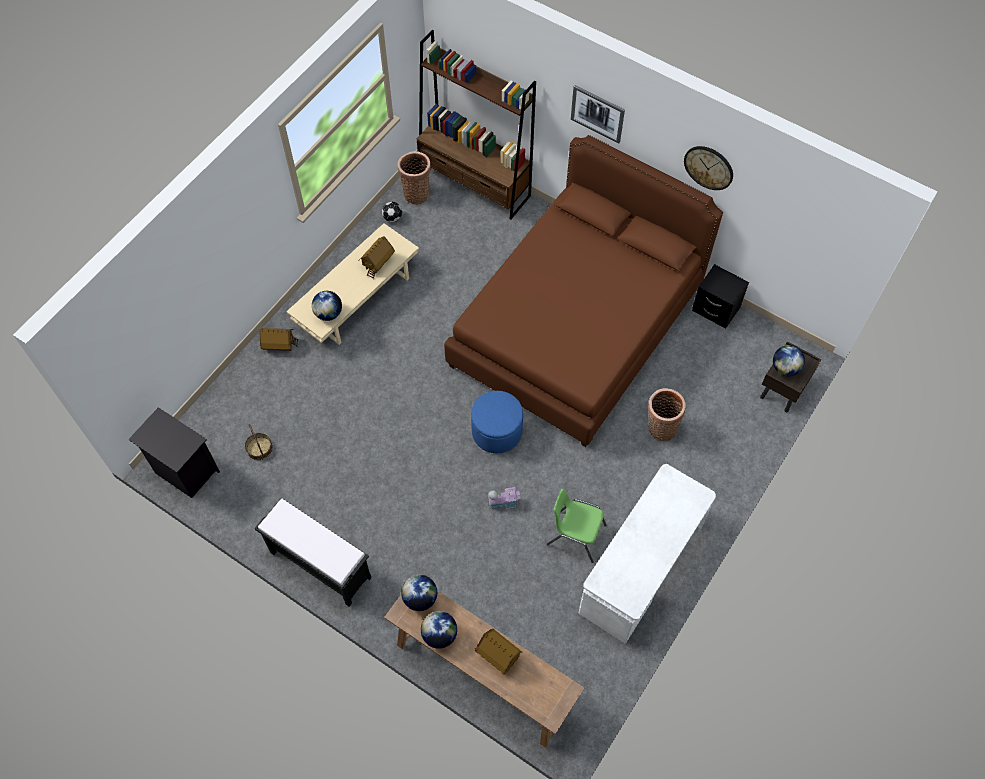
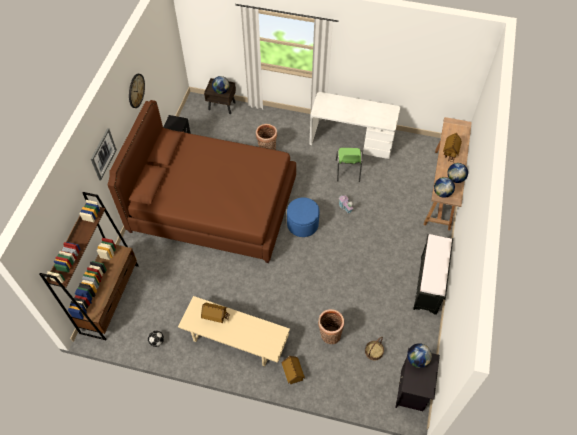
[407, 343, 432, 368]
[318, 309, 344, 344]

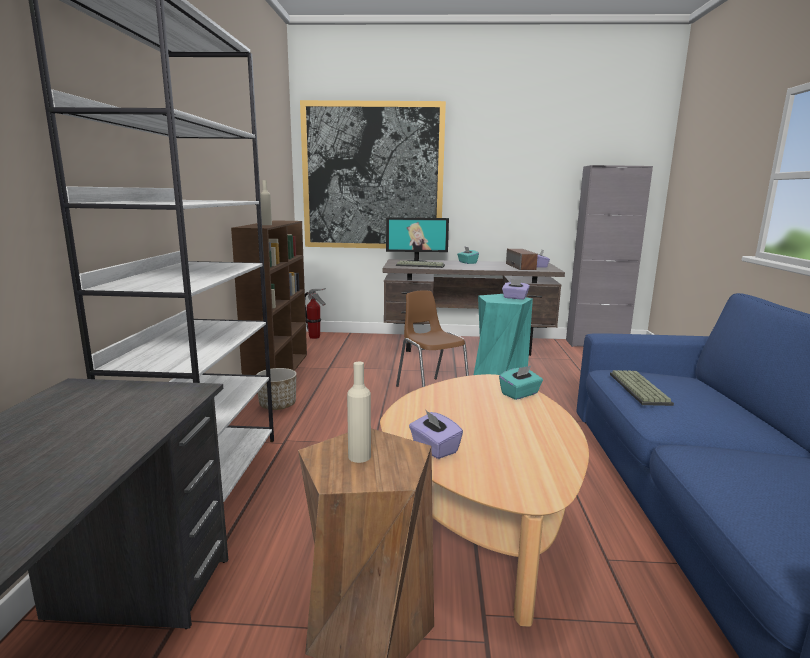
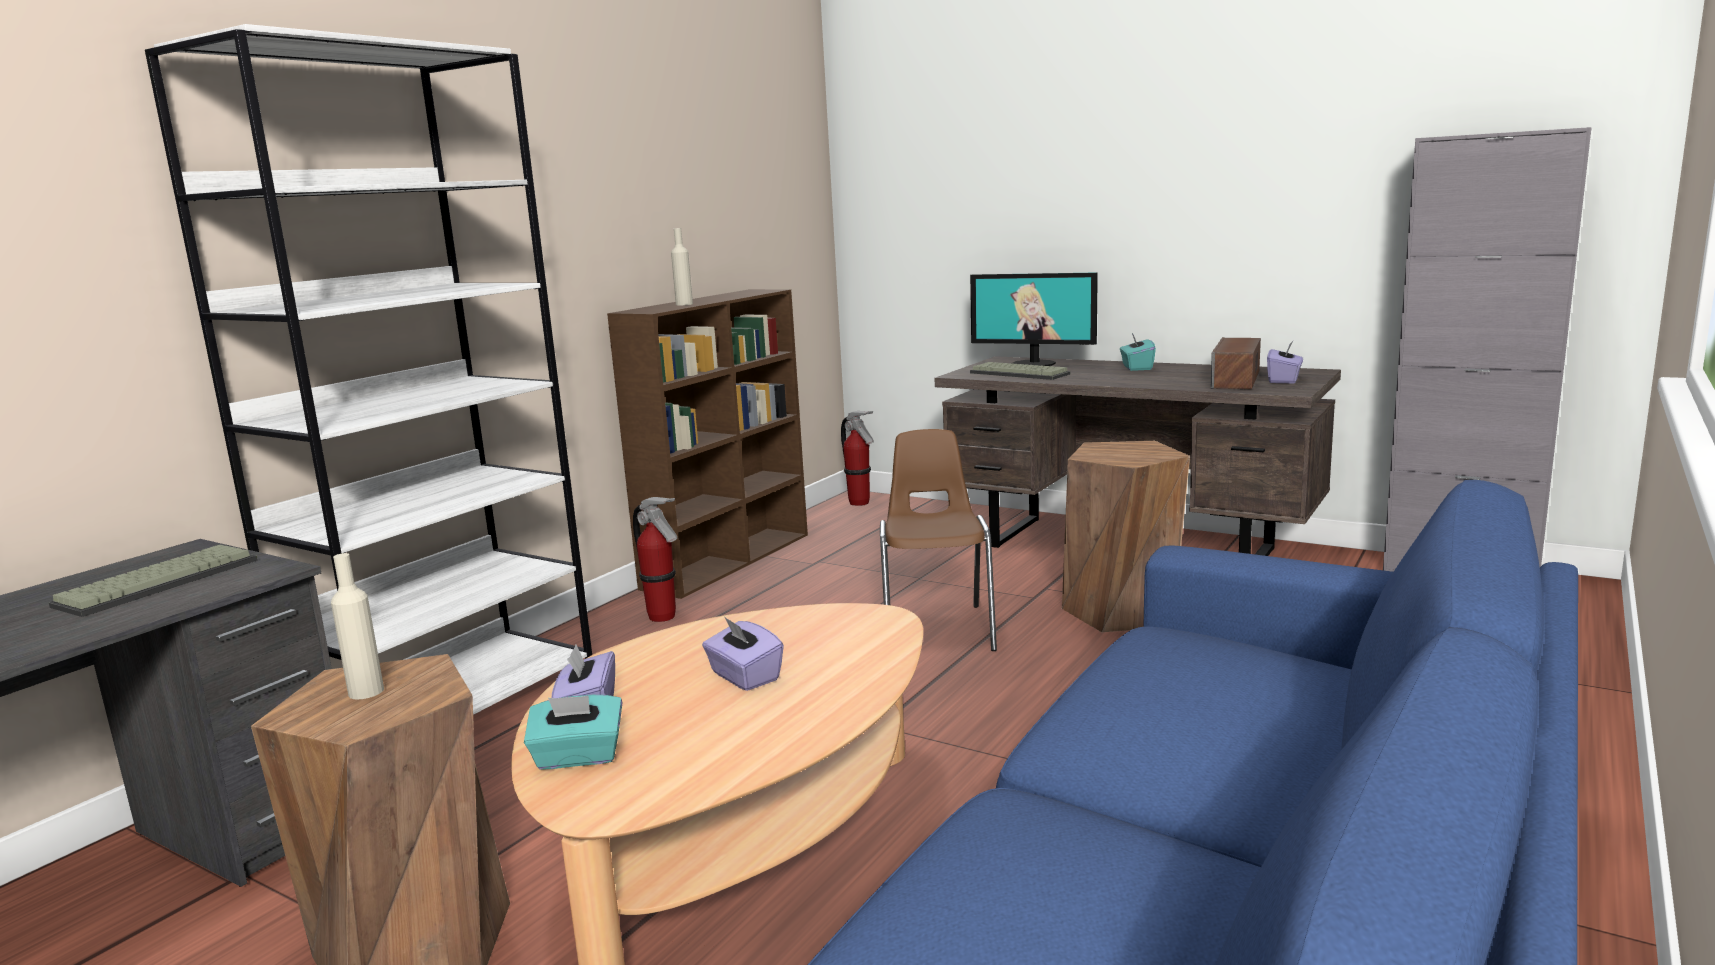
[300, 100, 446, 248] (first image)
[524, 695, 622, 770]
[702, 616, 784, 691]
[49, 545, 258, 617]
[633, 497, 677, 622]
[1062, 441, 1190, 632]

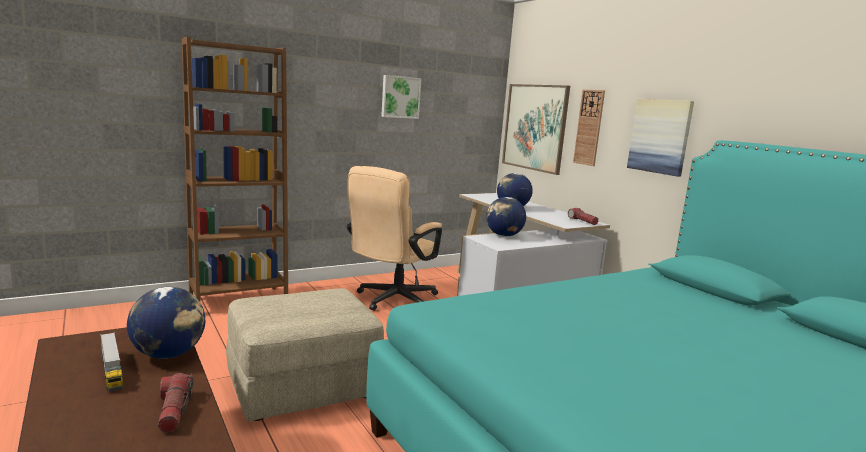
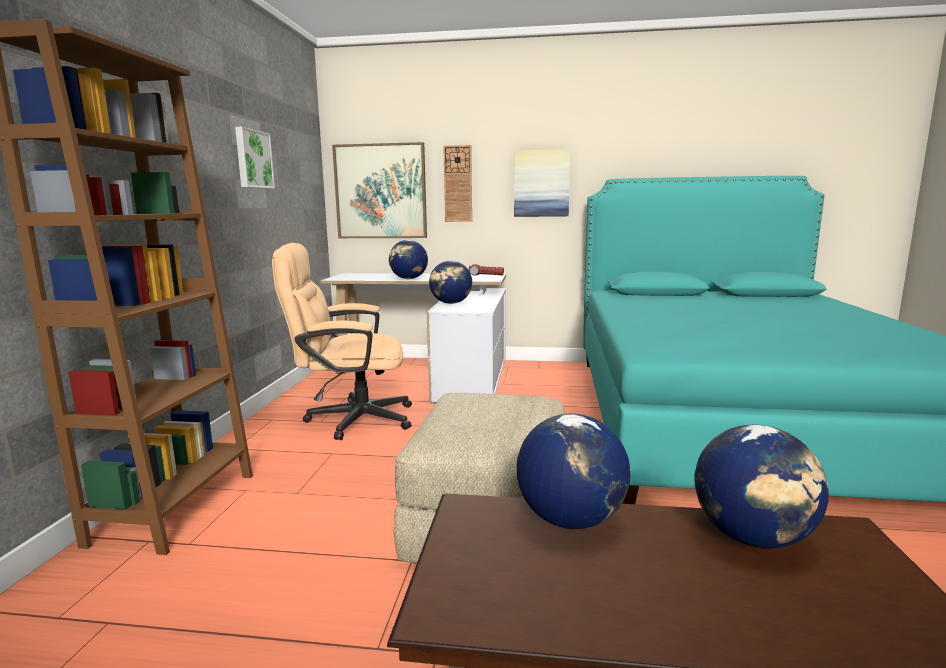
[100, 332, 123, 392] (first image)
[694, 425, 829, 549]
[272, 243, 412, 440]

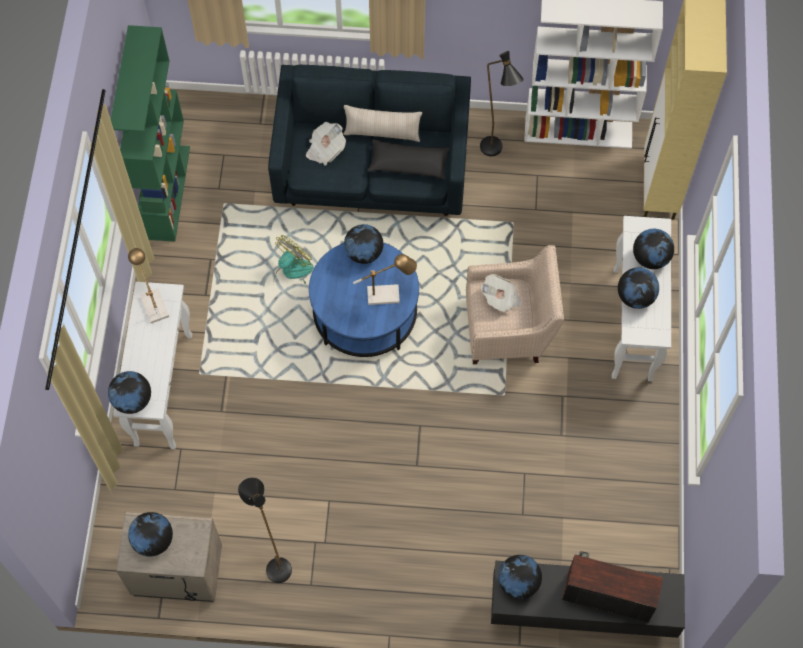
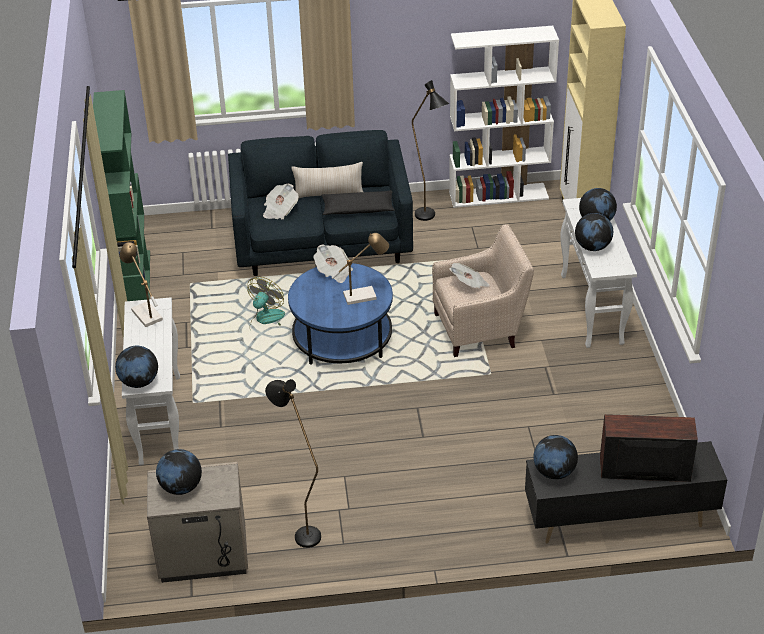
[313, 244, 353, 283]

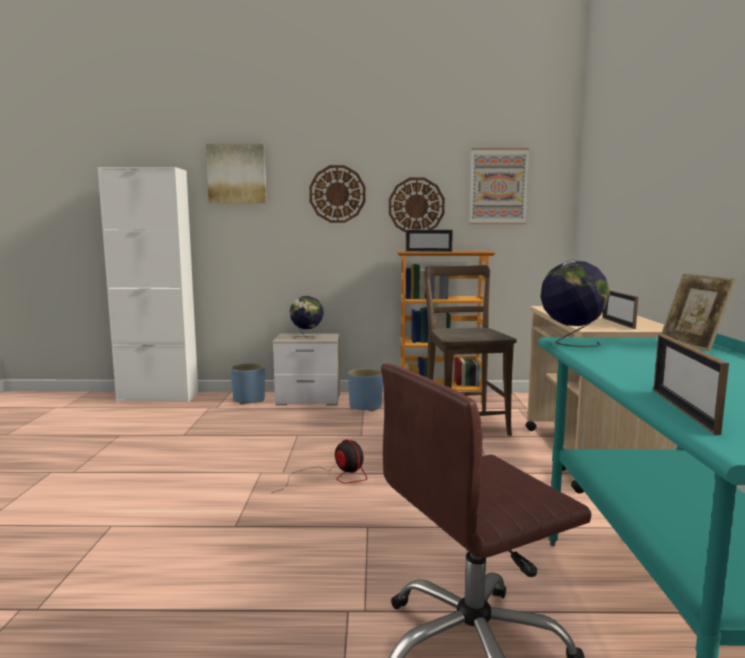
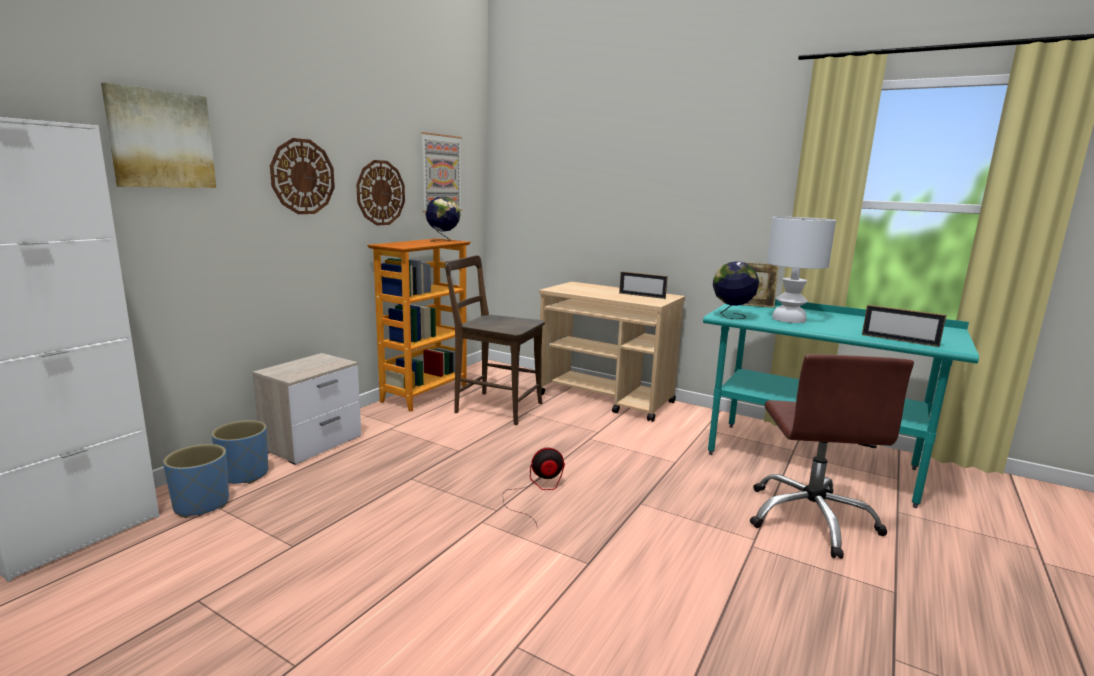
[406, 230, 453, 252] (first image)
[767, 217, 836, 323]
[425, 196, 460, 242]
[163, 444, 229, 518]

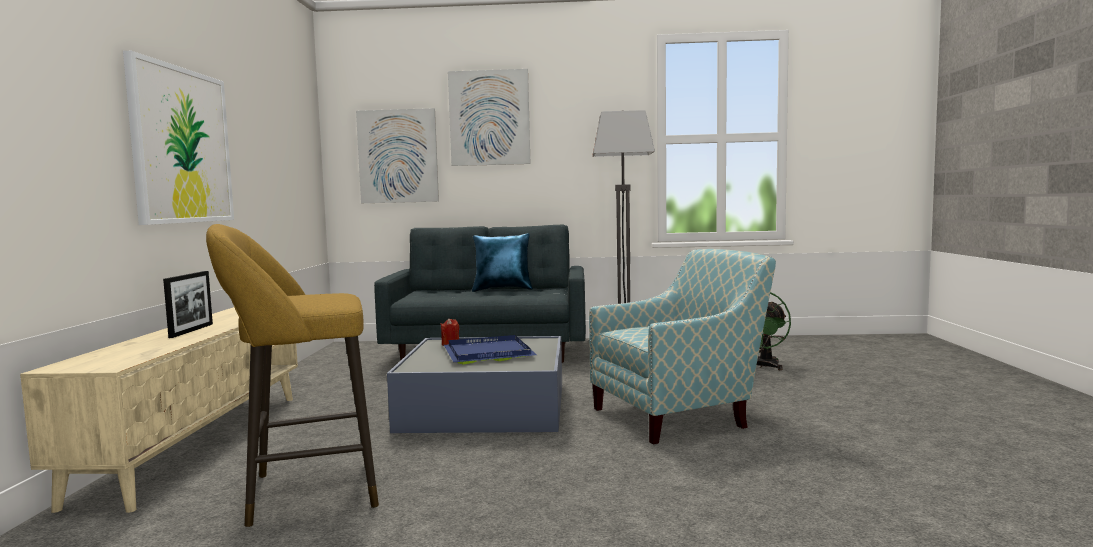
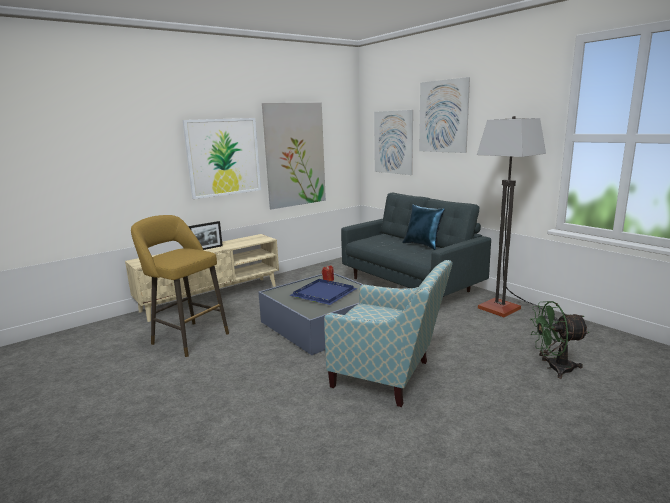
[262, 103, 326, 210]

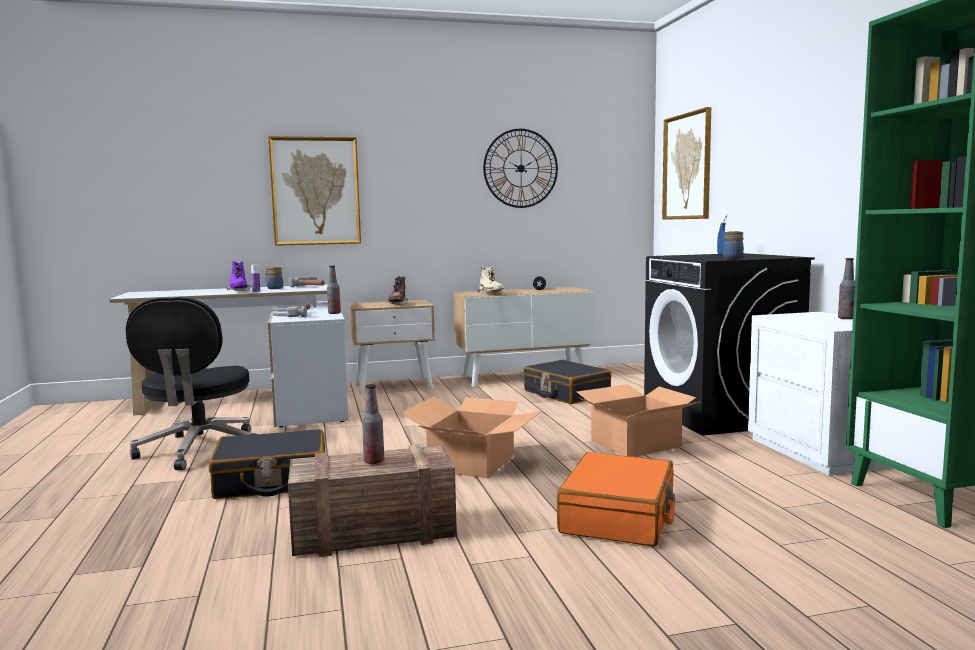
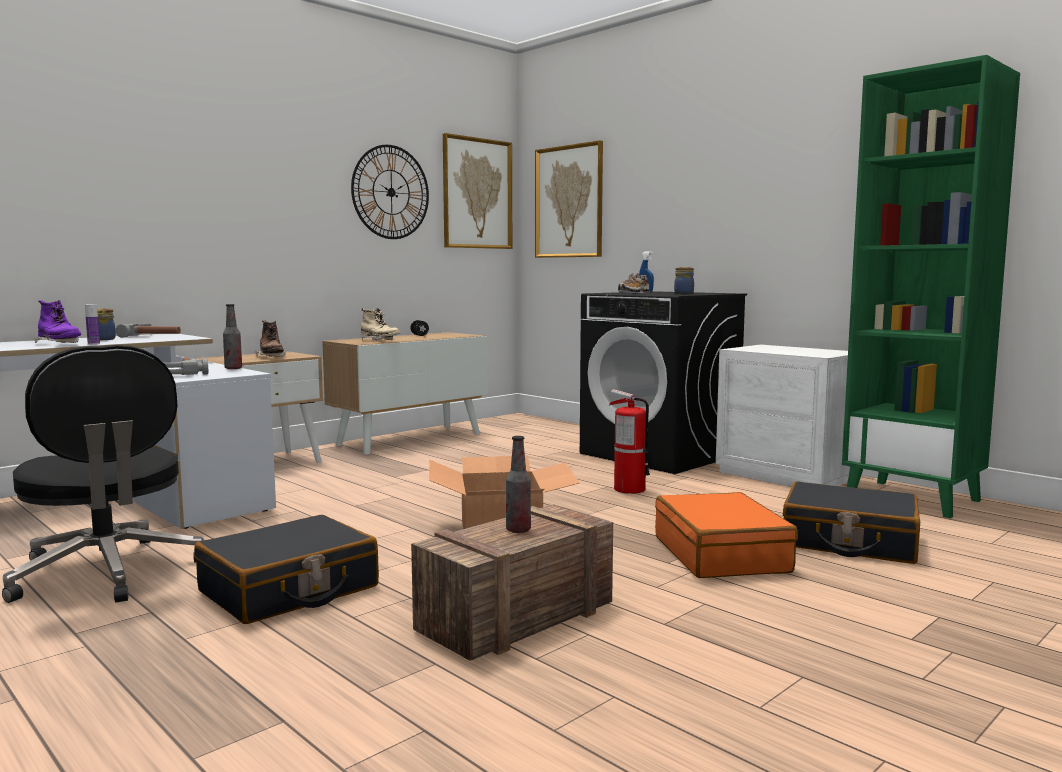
[838, 258, 855, 319] (first image)
[618, 272, 650, 293]
[443, 133, 512, 249]
[783, 481, 920, 564]
[609, 389, 650, 494]

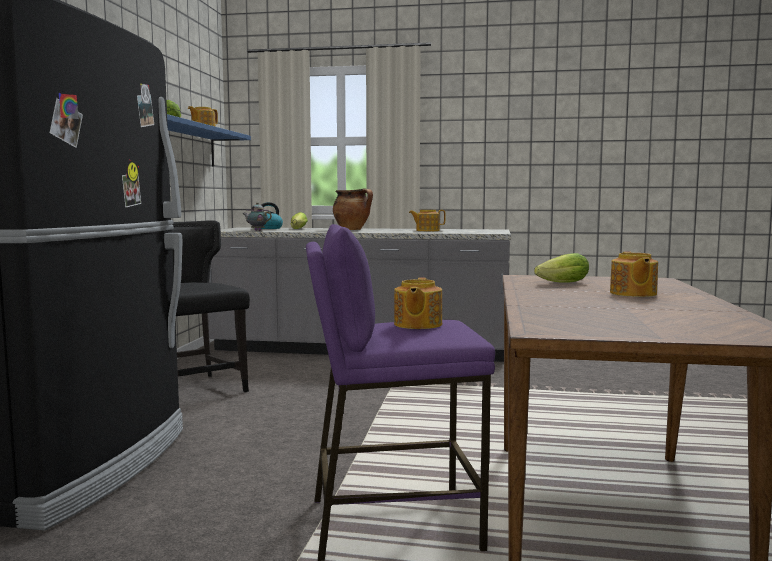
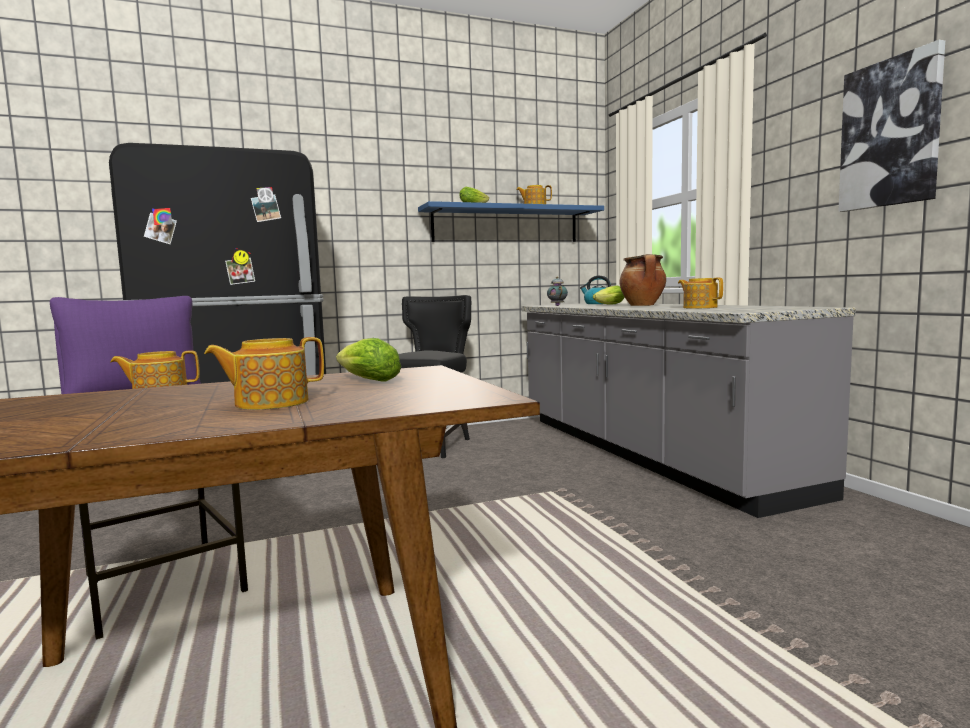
[838, 40, 945, 212]

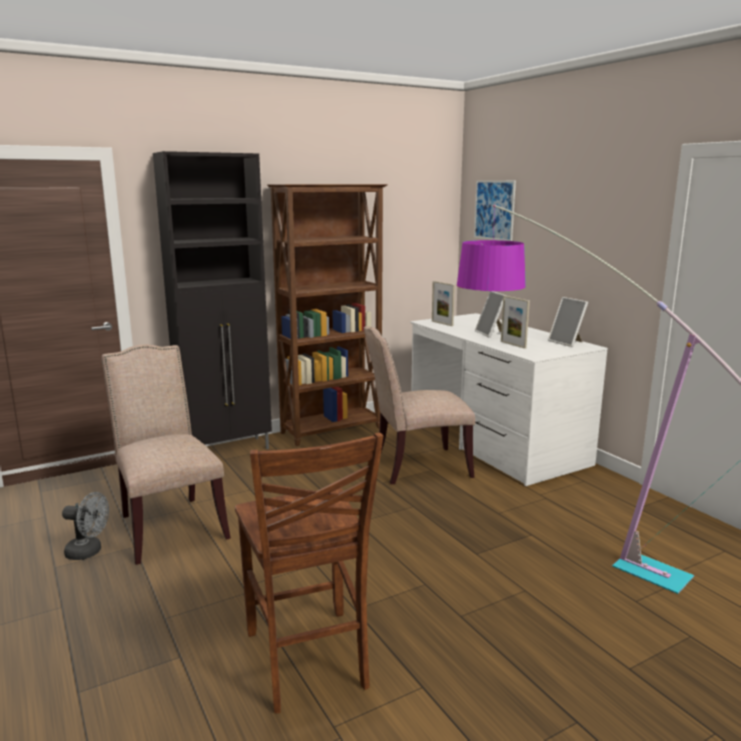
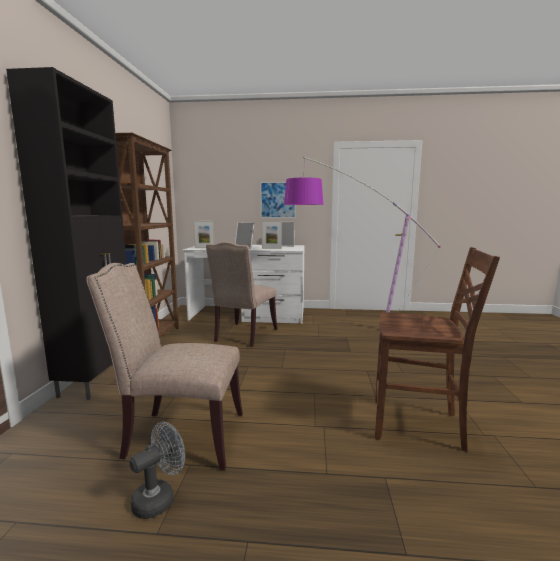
[260, 182, 296, 218]

